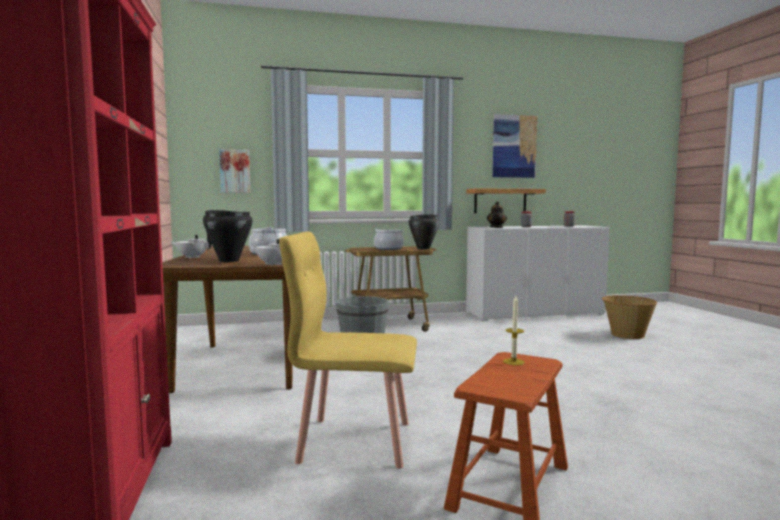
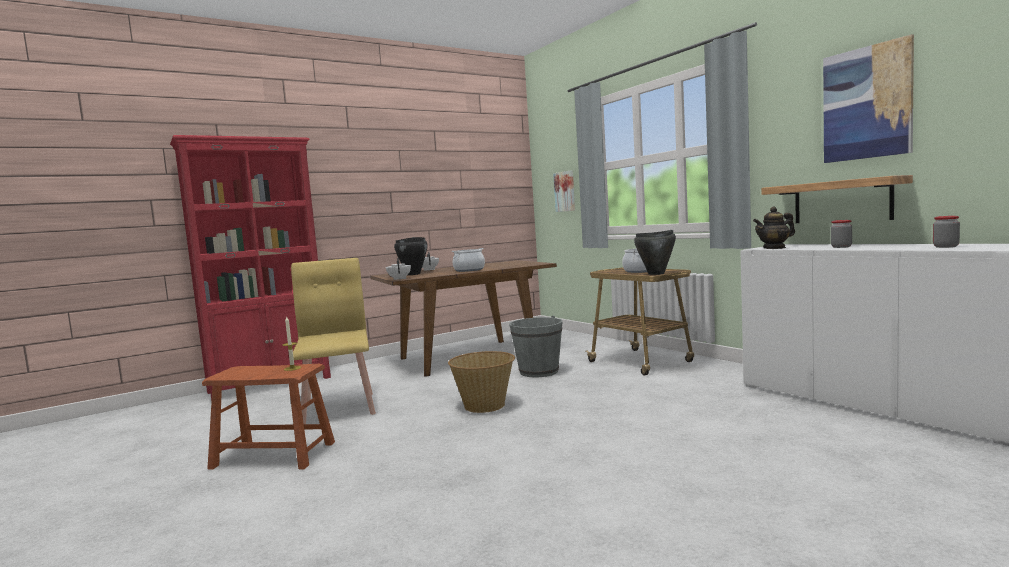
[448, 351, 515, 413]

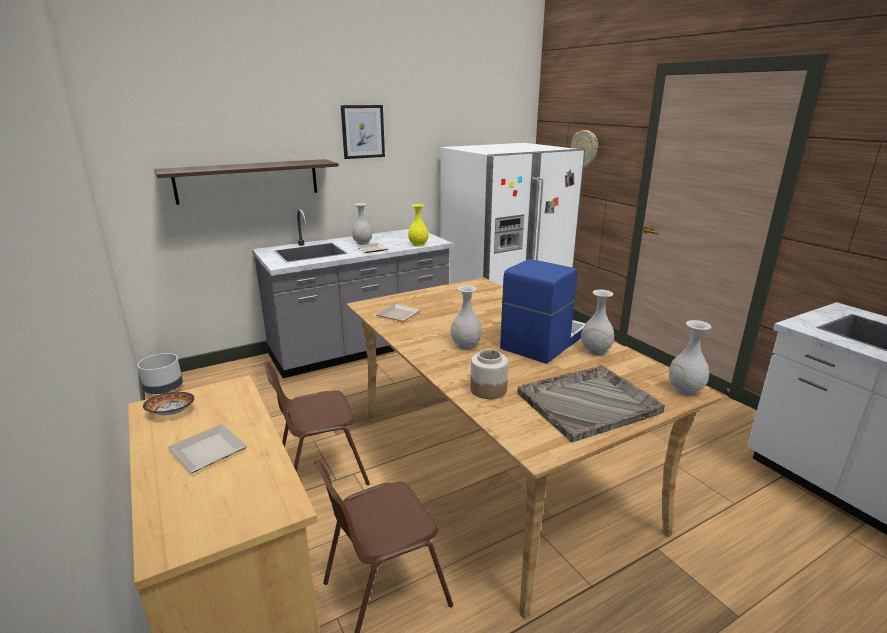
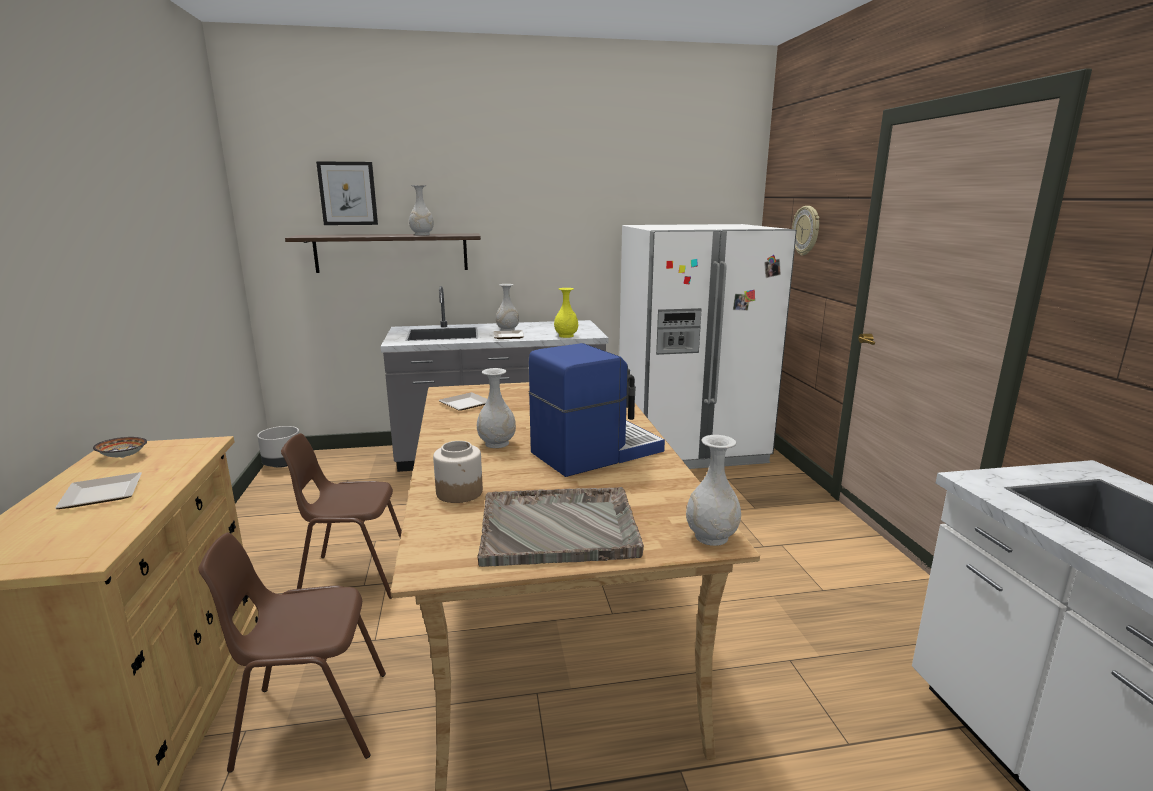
[316, 161, 378, 225]
[409, 185, 434, 235]

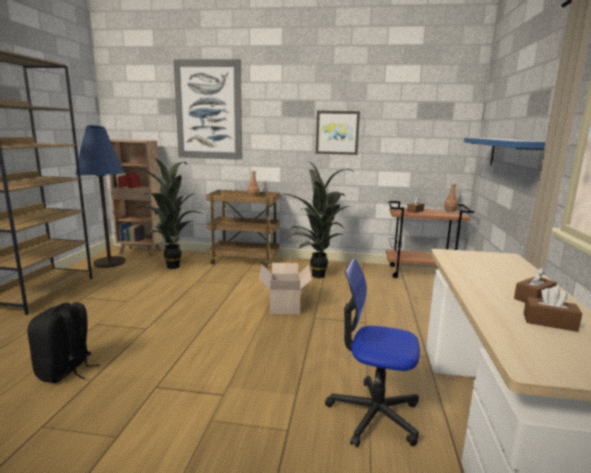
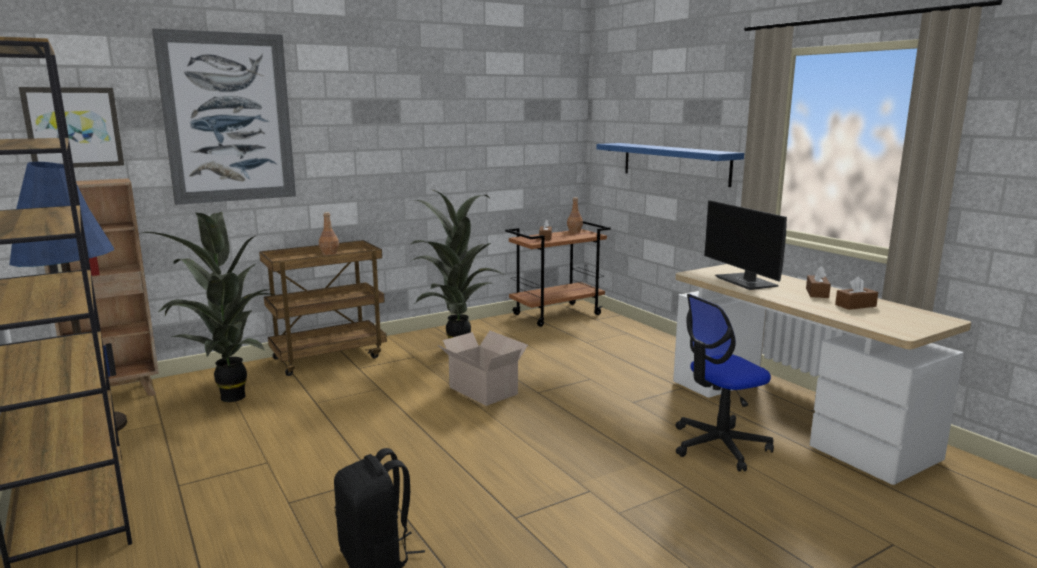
[704, 200, 787, 290]
[19, 87, 124, 168]

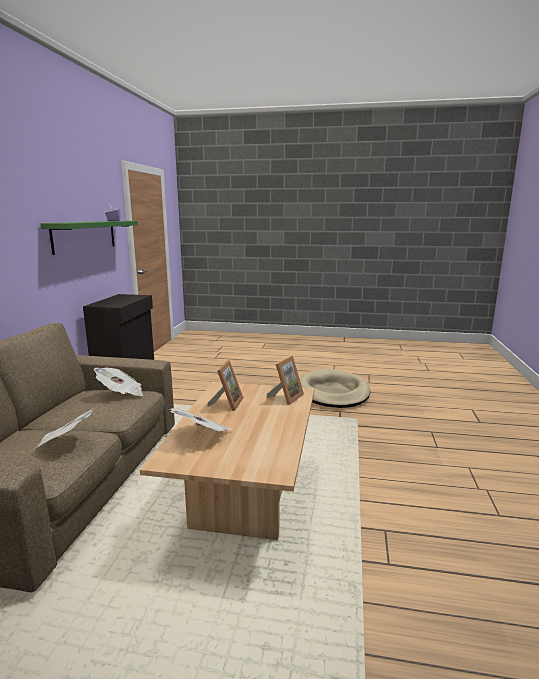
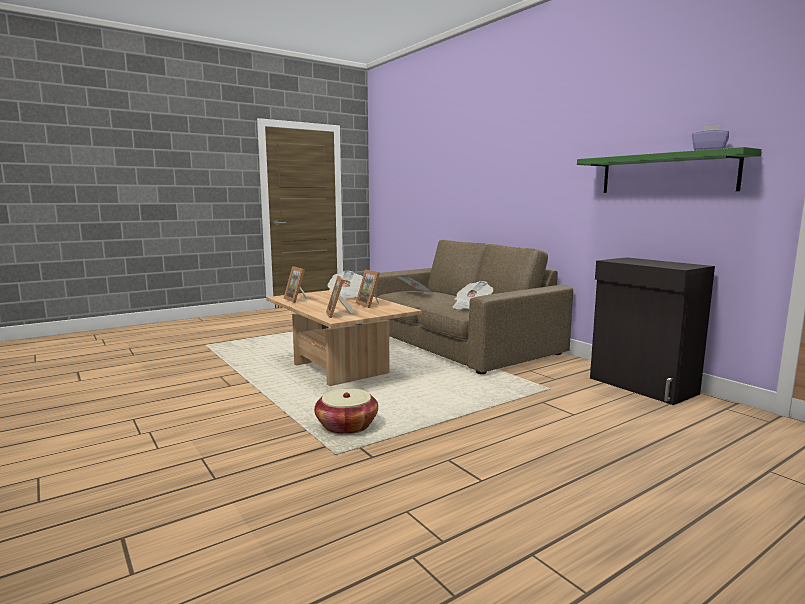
[300, 369, 370, 408] (first image)
[283, 266, 307, 303]
[314, 388, 378, 434]

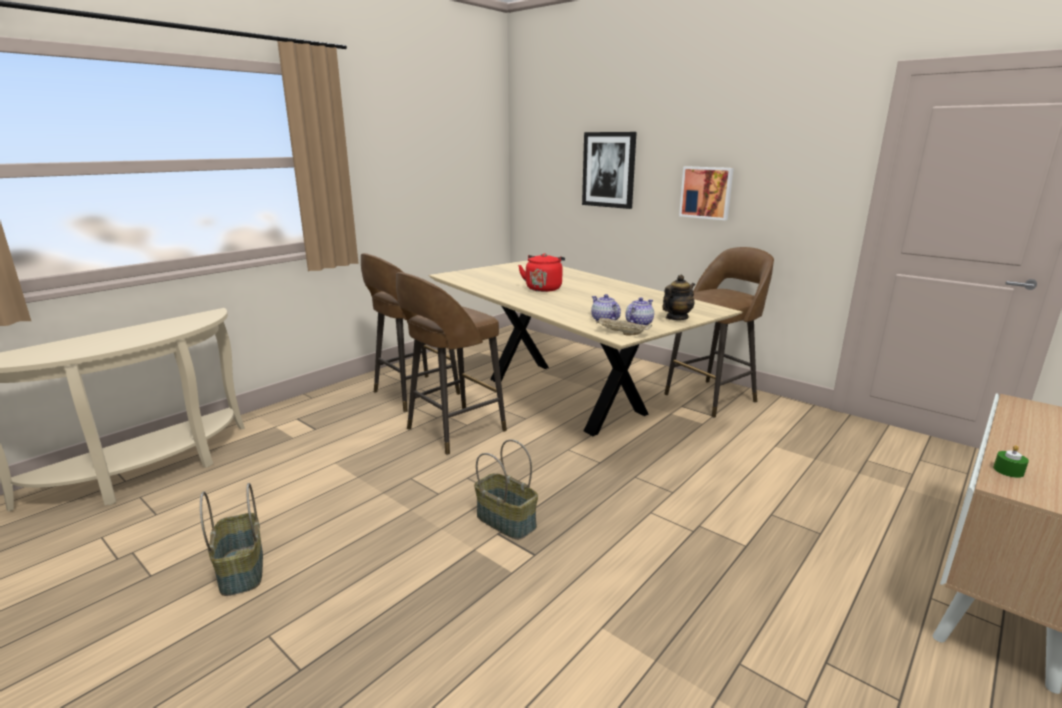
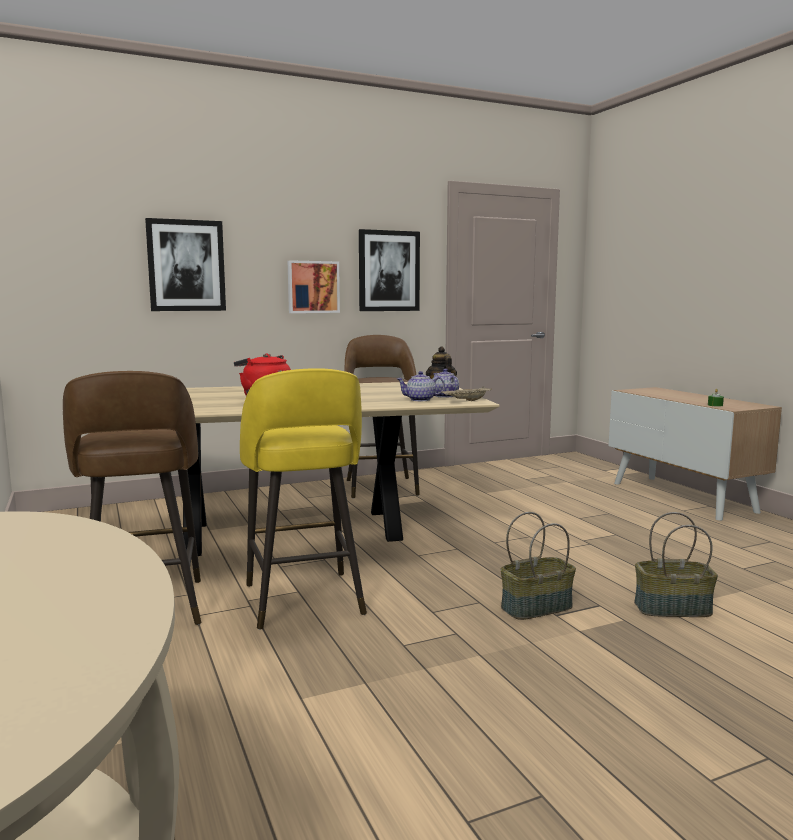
[359, 229, 420, 311]
[634, 512, 718, 617]
[240, 368, 367, 630]

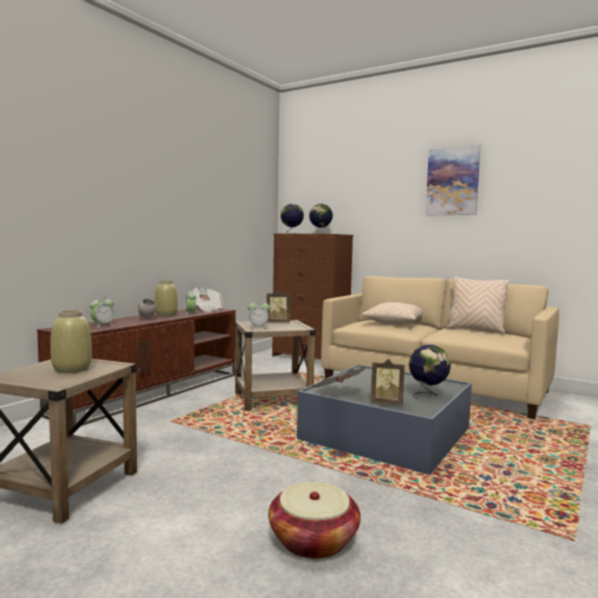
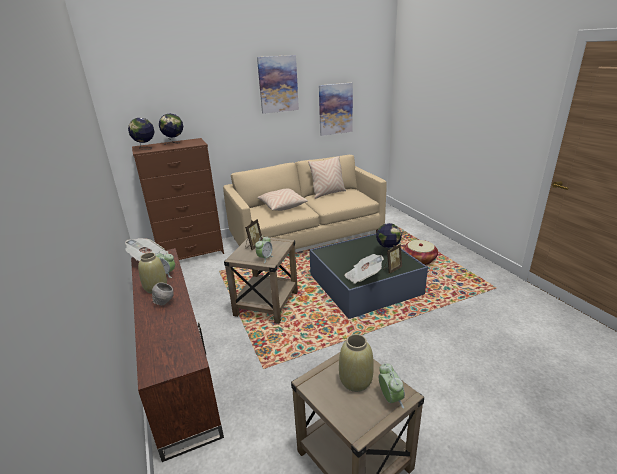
[319, 83, 353, 136]
[379, 363, 405, 408]
[403, 240, 438, 265]

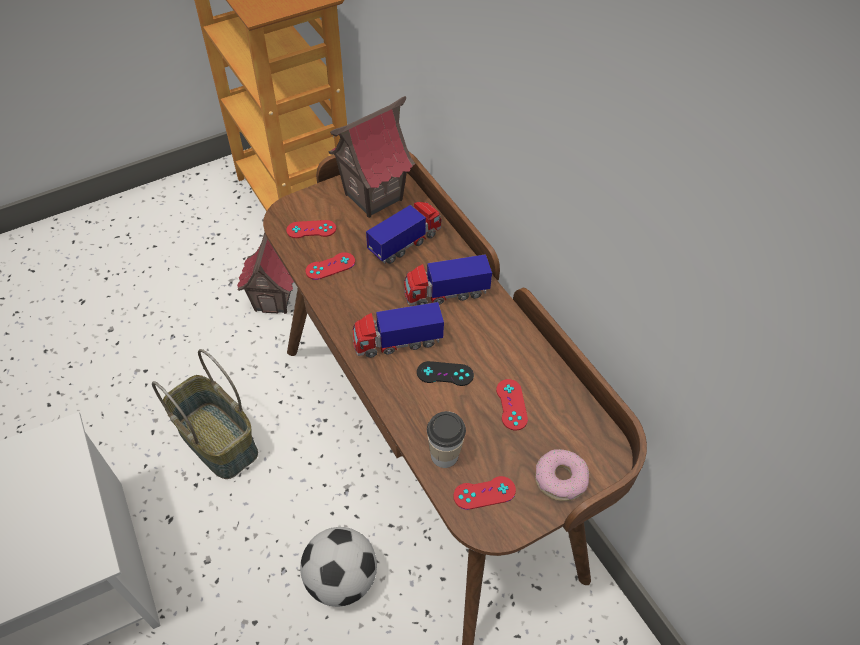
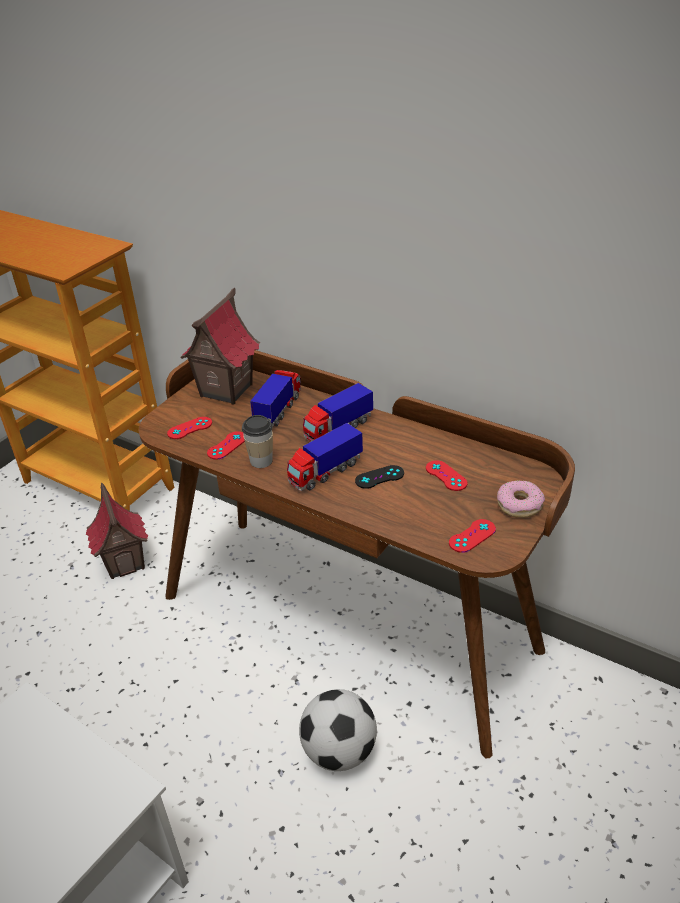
[152, 349, 258, 479] (first image)
[242, 415, 273, 468]

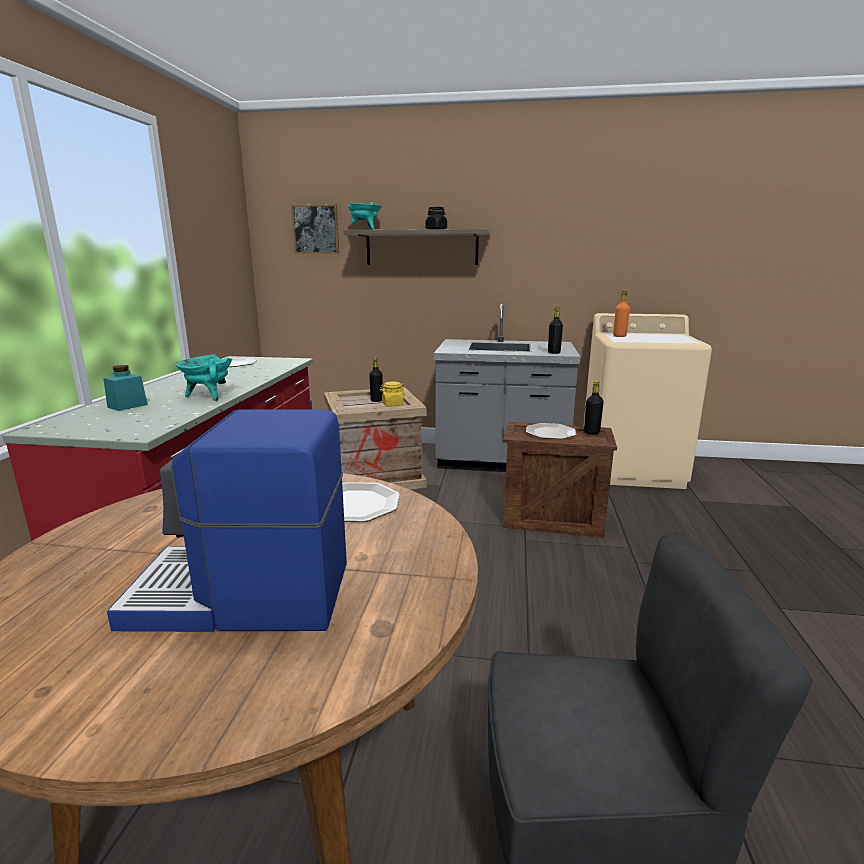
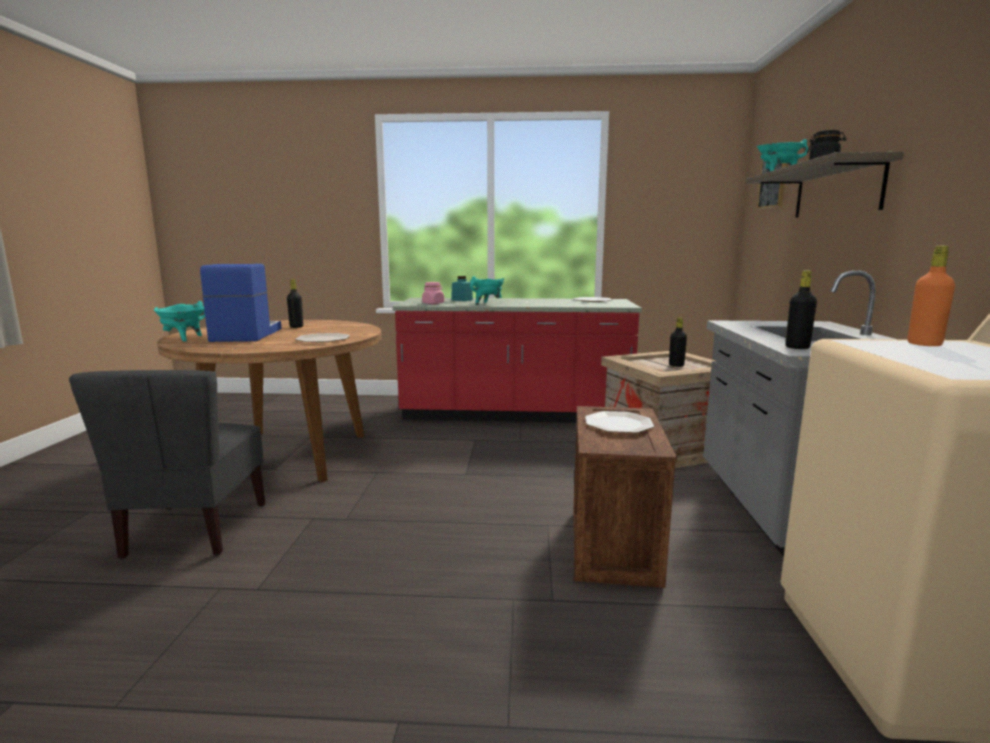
[380, 382, 405, 406] (first image)
[154, 301, 205, 342]
[422, 282, 444, 304]
[287, 279, 303, 328]

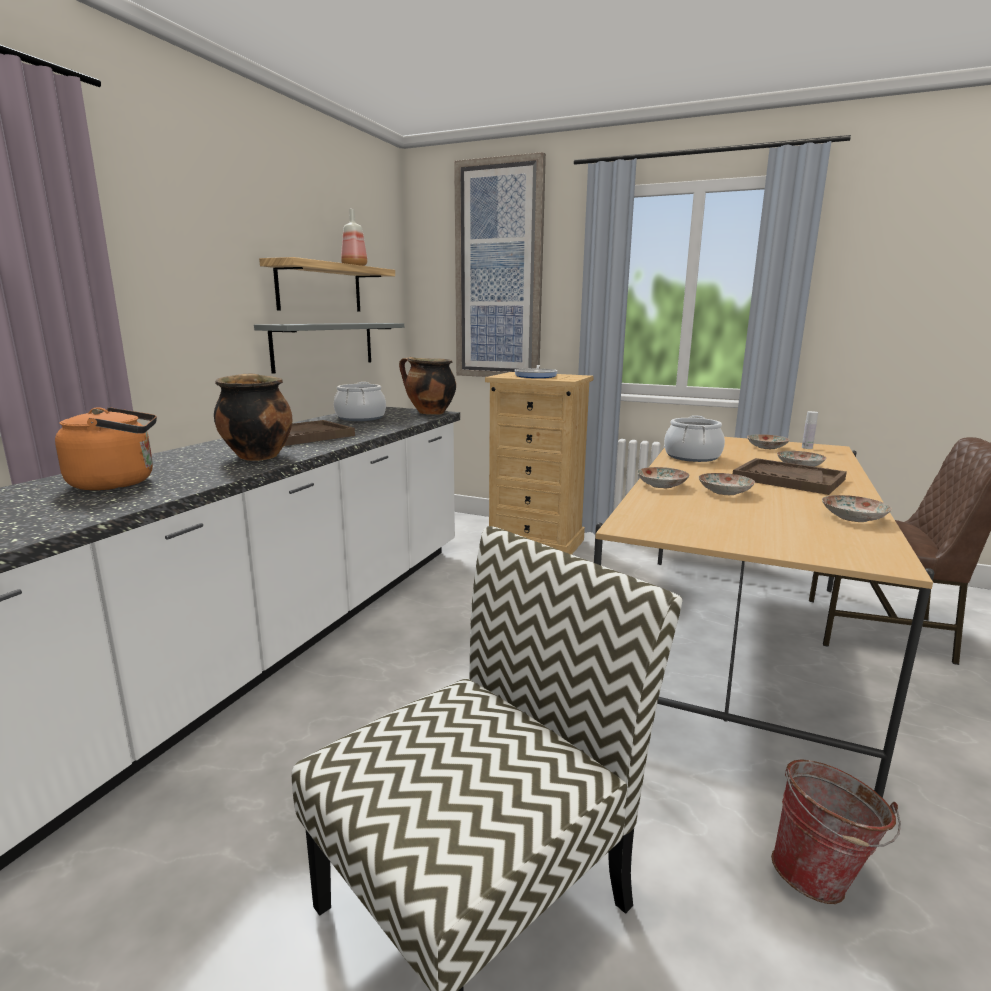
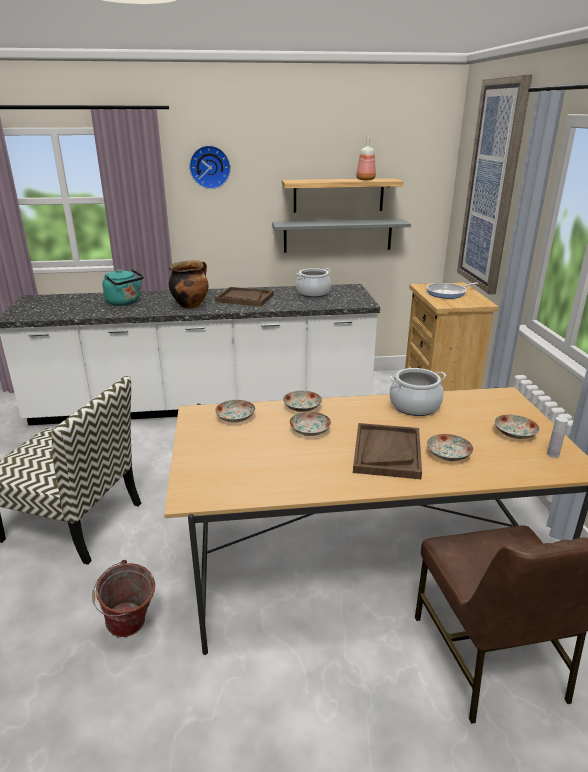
[399, 357, 456, 415] (first image)
[189, 145, 231, 189]
[215, 400, 255, 422]
[102, 269, 144, 306]

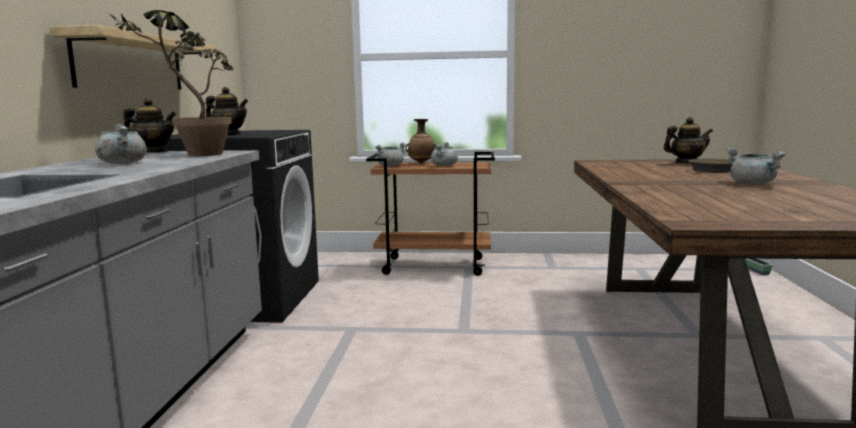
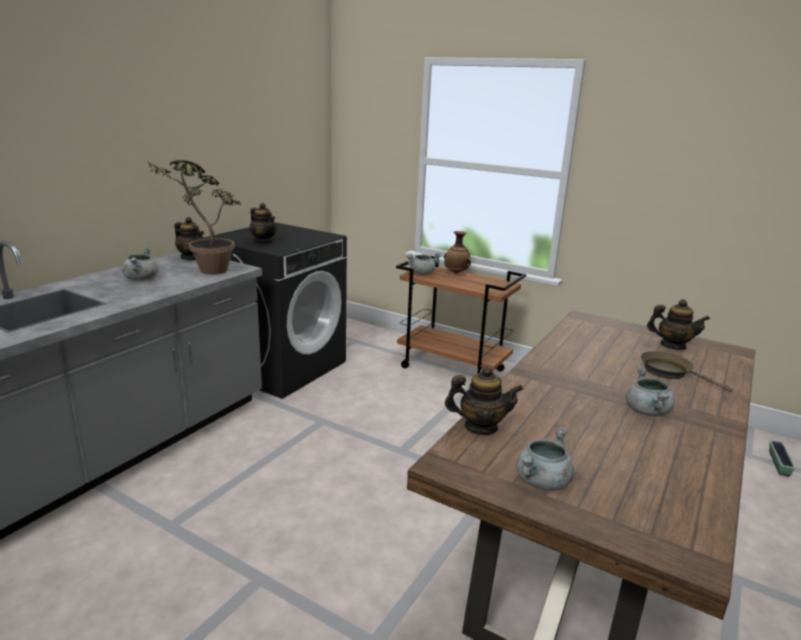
[50, 25, 218, 89] (first image)
[445, 366, 523, 435]
[516, 426, 574, 491]

